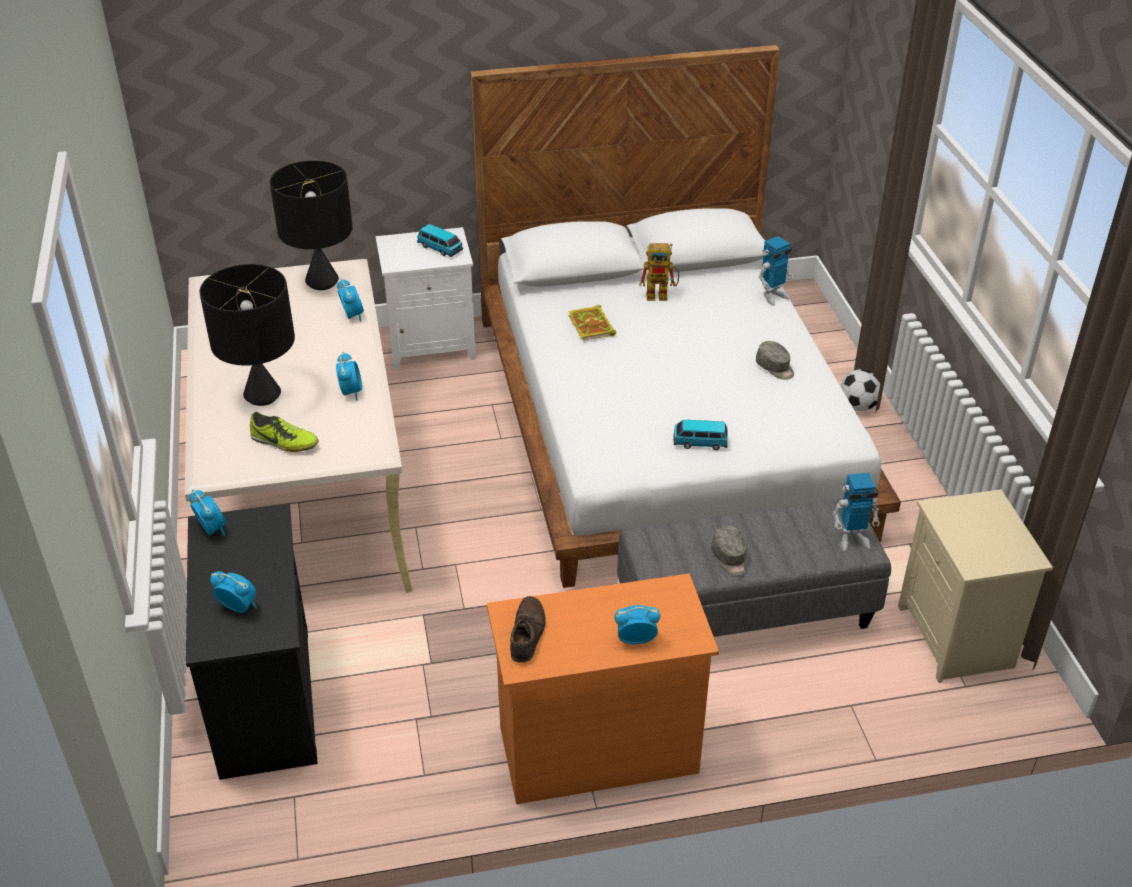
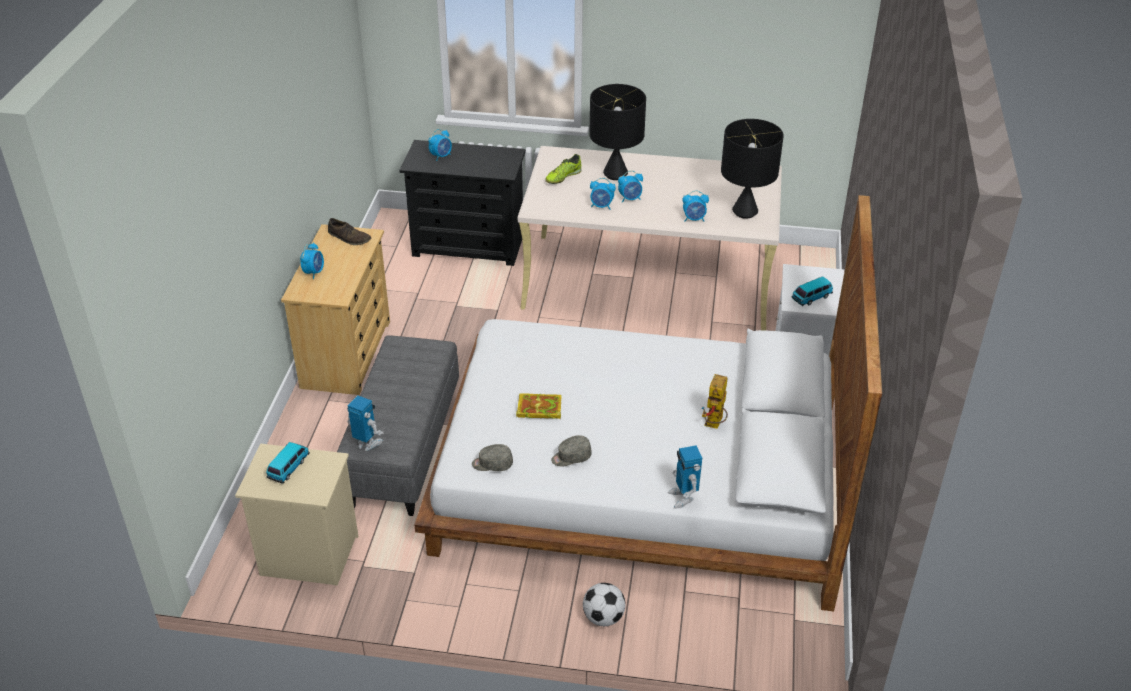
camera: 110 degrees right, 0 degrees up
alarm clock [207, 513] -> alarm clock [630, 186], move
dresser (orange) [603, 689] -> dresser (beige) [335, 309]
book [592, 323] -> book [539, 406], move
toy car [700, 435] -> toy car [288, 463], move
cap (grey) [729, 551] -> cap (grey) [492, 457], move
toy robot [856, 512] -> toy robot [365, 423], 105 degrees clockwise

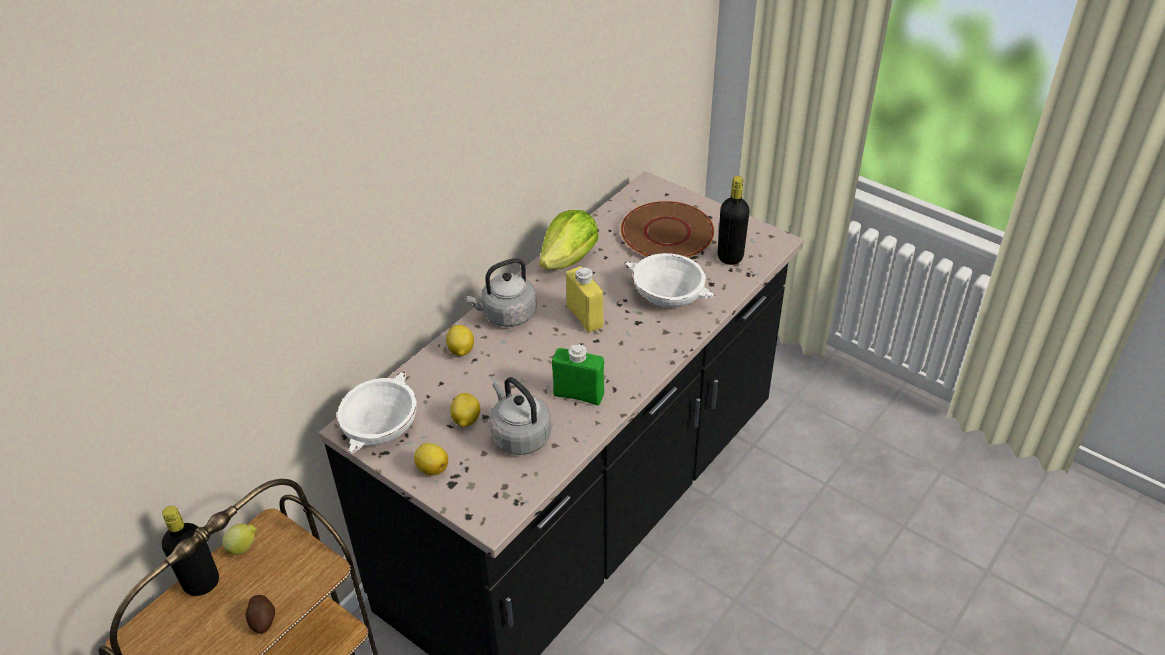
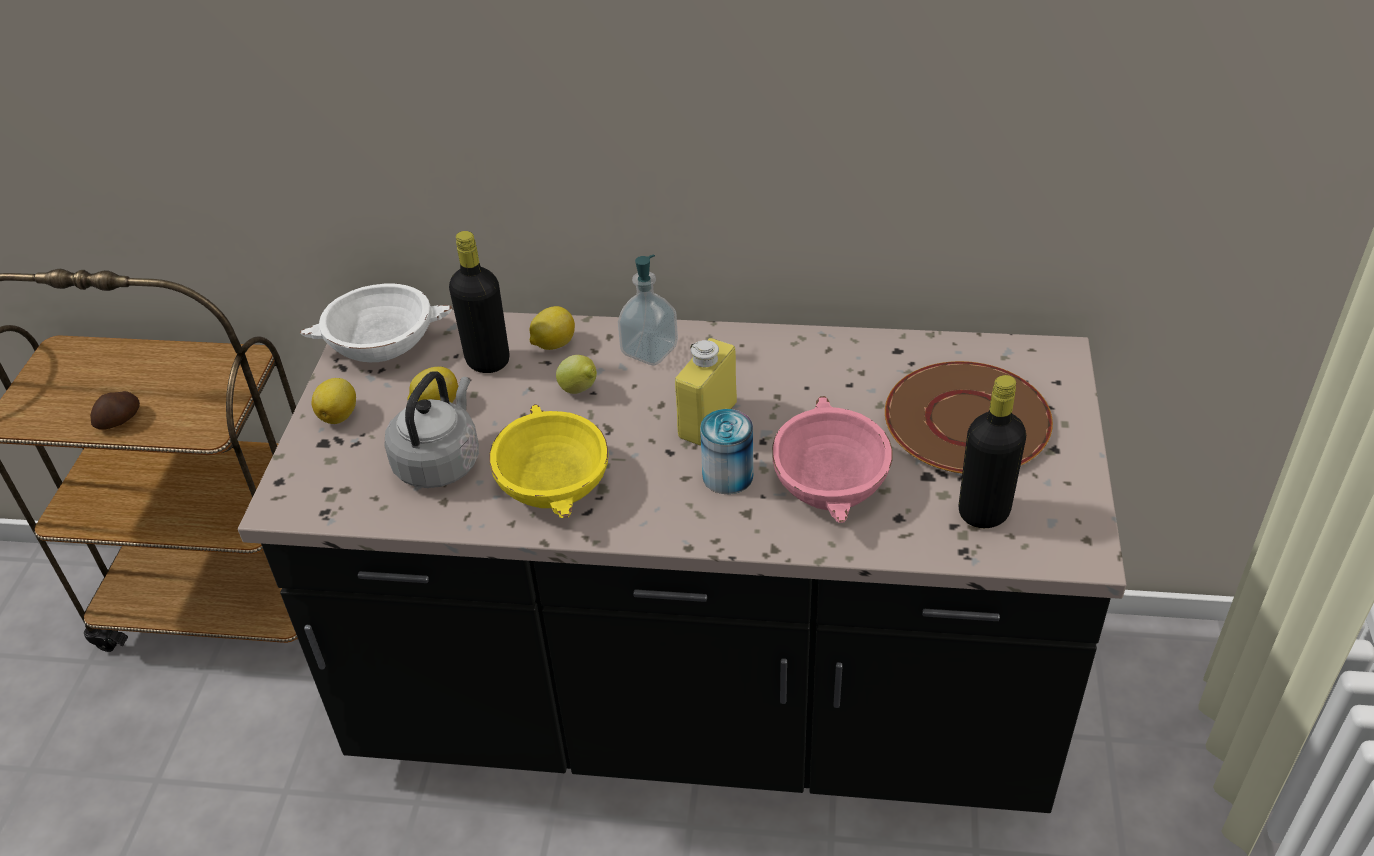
camera: 60 degrees right, 0 degrees up
bottle (black) [190, 551] -> bottle (black) [479, 302], move
lemon [239, 539] -> lemon [576, 374], move
kettle (grey) [500, 292] -> soap dispenser [648, 310]
lettuce [568, 240] -> none
bottle (green) [578, 374] -> bowl (yellow) [548, 461]
bowl (white) [669, 280] -> bowl (pink) [832, 459]
none -> can [726, 451]

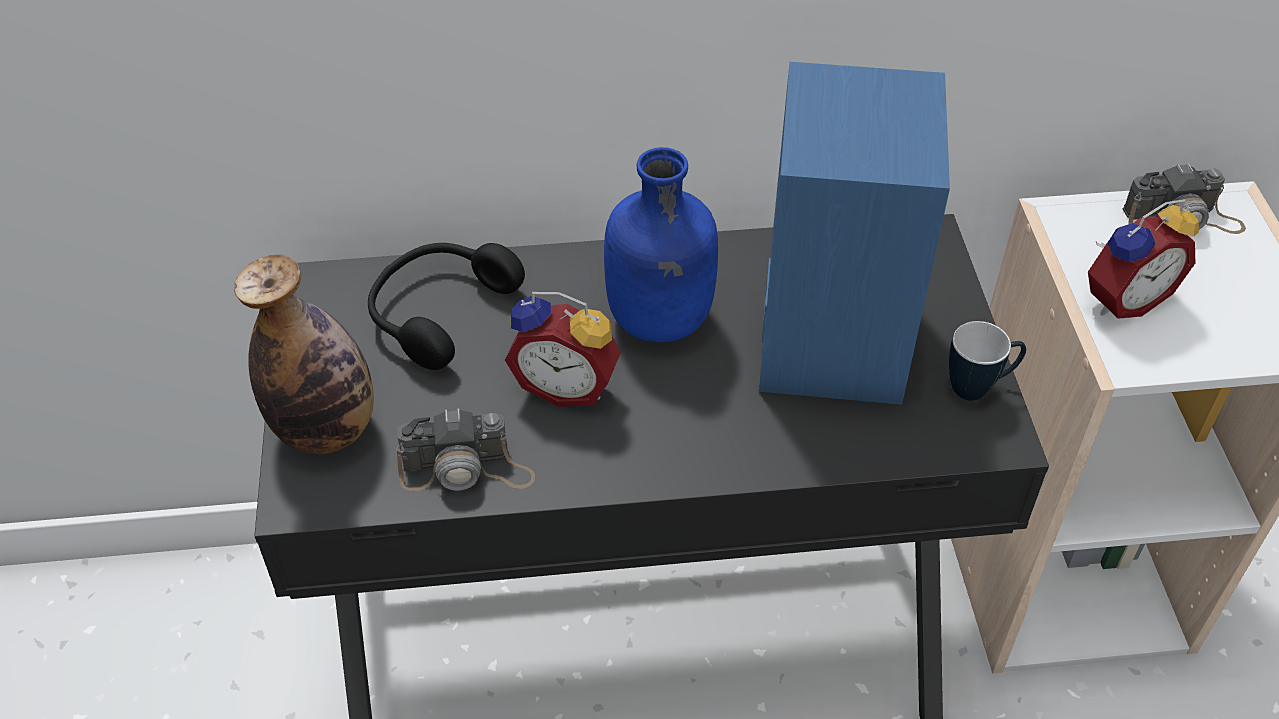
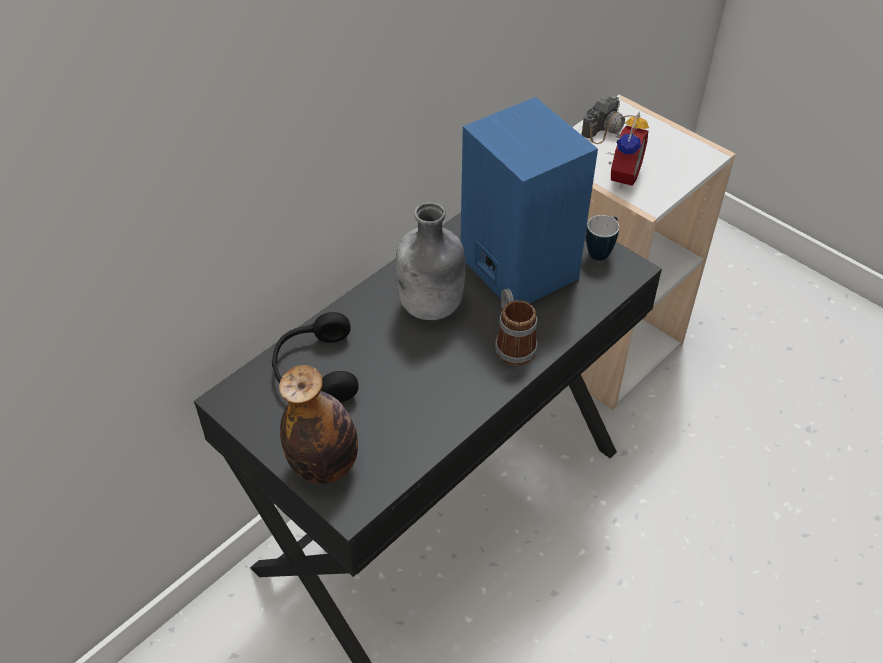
camera: 40 degrees left, 0 degrees up
photo camera [465, 449] -> none
alarm clock [563, 349] -> none
bottle (blue) [661, 245] -> bottle (grey) [430, 261]
none -> mug [516, 327]

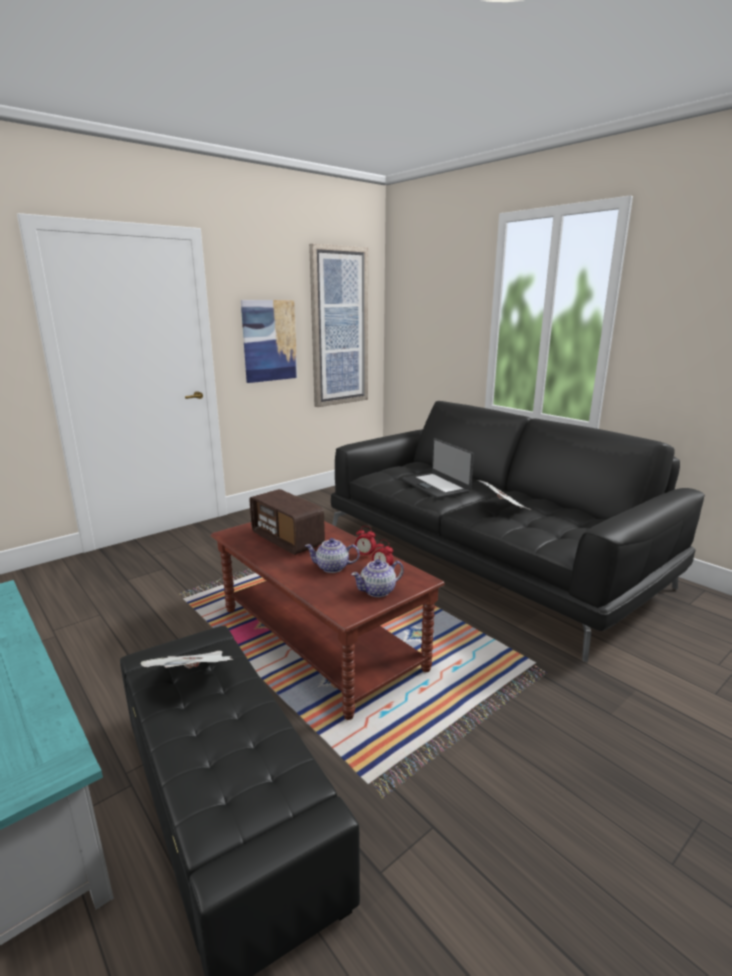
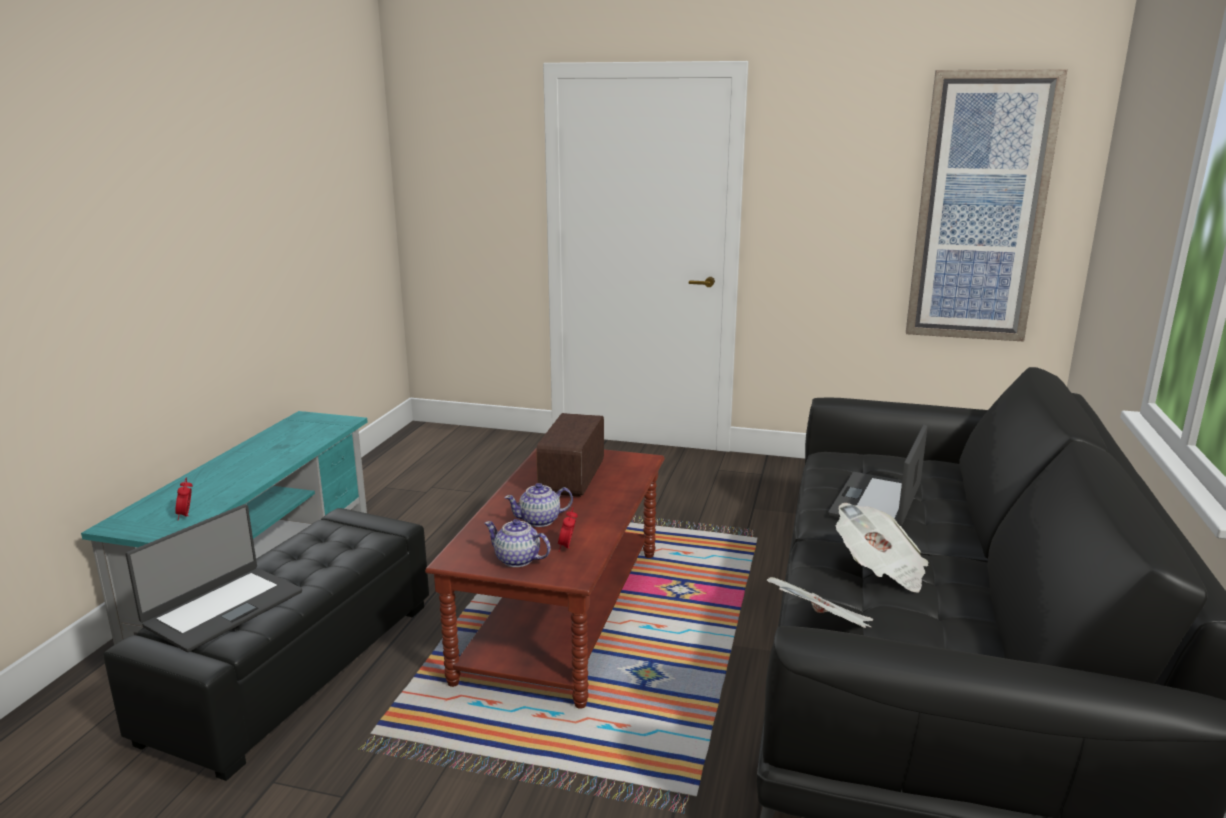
camera: 55 degrees right, 0 degrees up
newspaper [187, 660] -> newspaper [820, 602], move
picture [269, 341] -> none
teapot [332, 555] -> teapot [538, 505], 75 degrees counterclockwise
alarm clock [365, 542] -> alarm clock [183, 499], move
none -> laptop [214, 578]

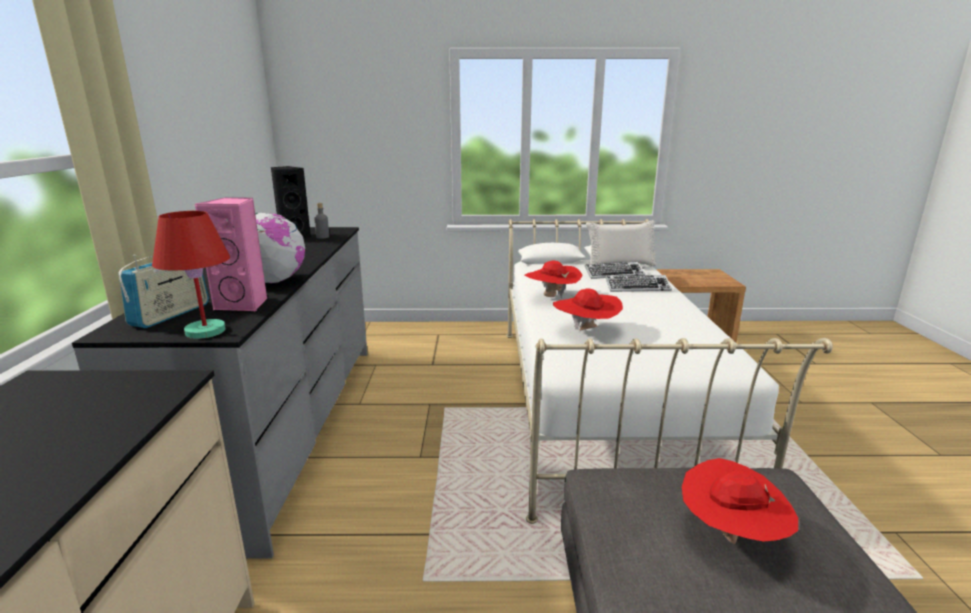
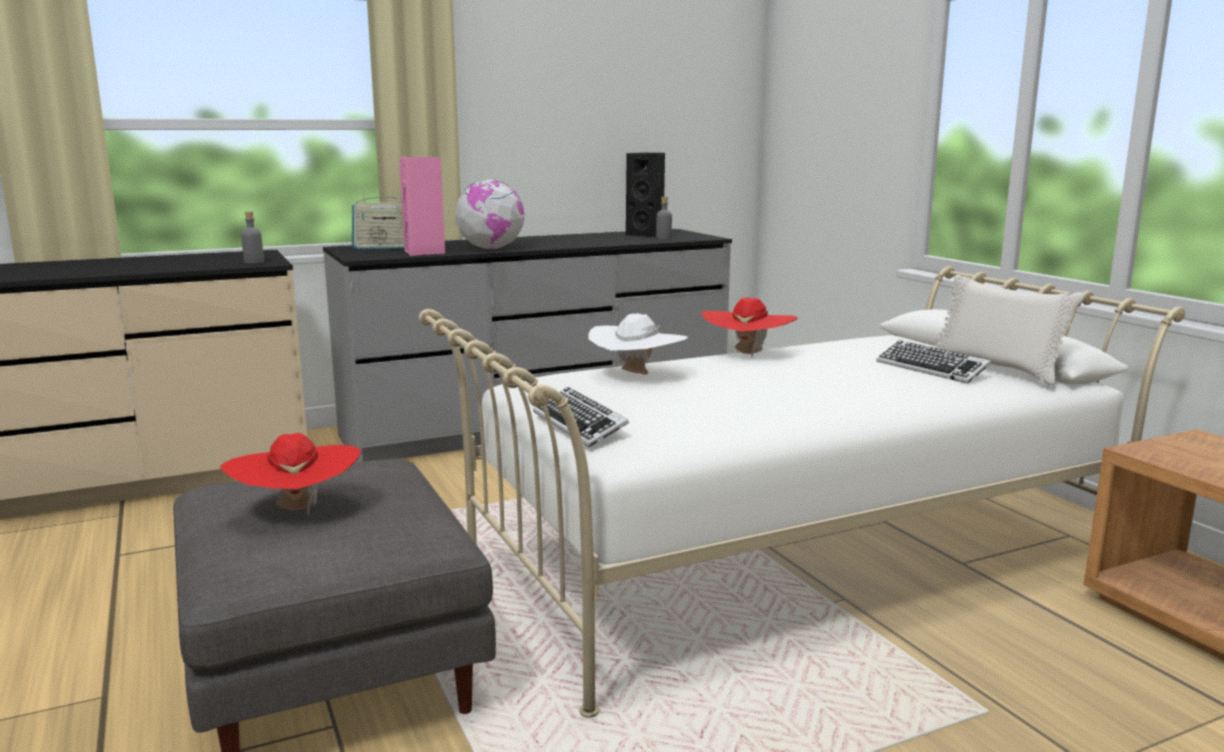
camera: 65 degrees right, 5 degrees down
table lamp (red) [191, 275] -> none
hat (red) [588, 309] -> hat (white) [638, 344]
keyboard [638, 283] -> keyboard [581, 417], move
none -> bottle (grey) [252, 237]

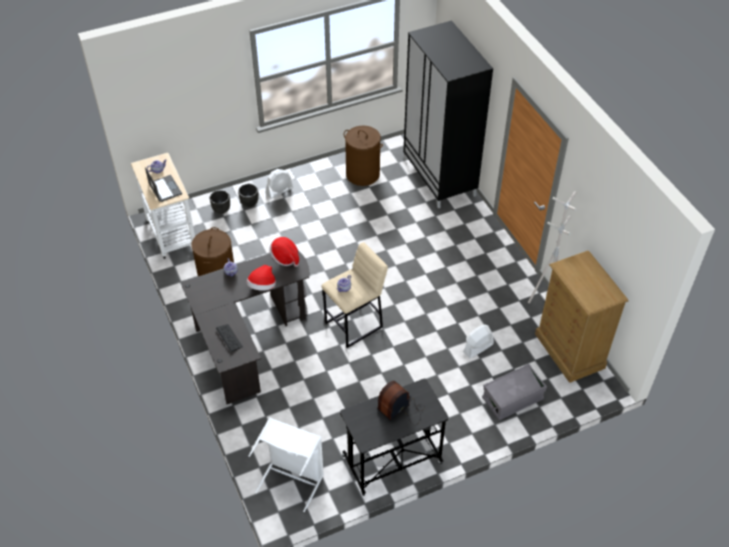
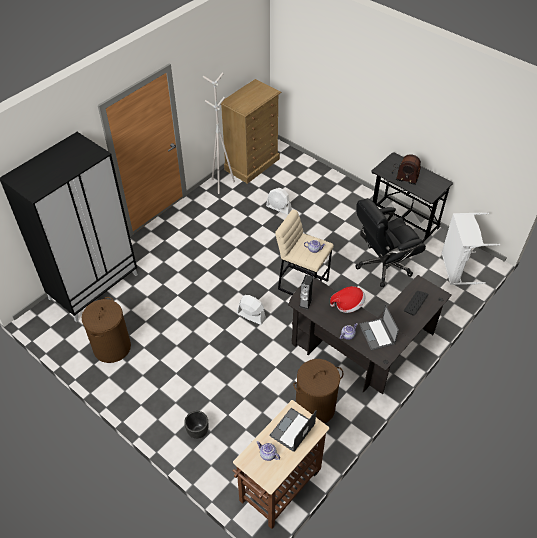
camera: 115 degrees left, 0 degrees up
cart (white) [163, 206] -> cart (brown) [281, 464]
planter (black) [220, 202] -> none
fan (white) [279, 184] -> fan (white) [251, 310], move
hat [284, 252] -> speaker [306, 292]
storage box (grey) [514, 392] -> none
none -> office chair (black) [390, 242]
none -> laptop [379, 327]

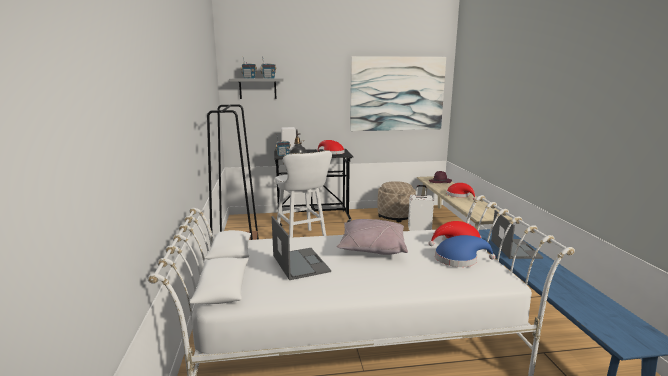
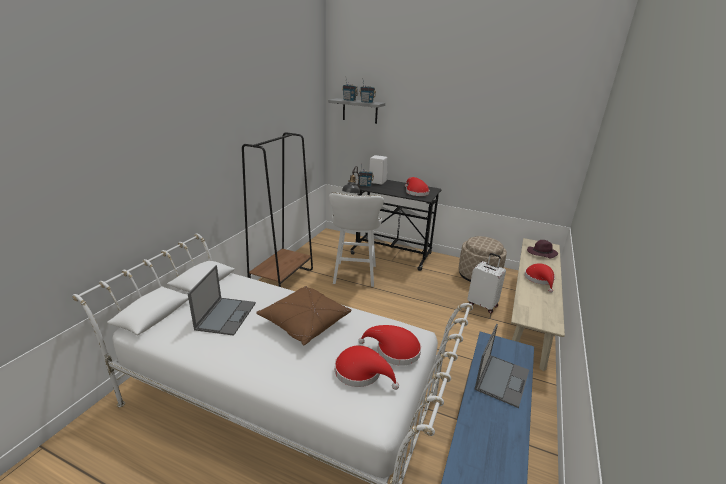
camera: 30 degrees right, 10 degrees up
pillow (purple) [372, 237] -> pillow (brown) [303, 315]
picture [398, 93] -> none
hat (blue) [465, 251] -> hat (red) [367, 367]

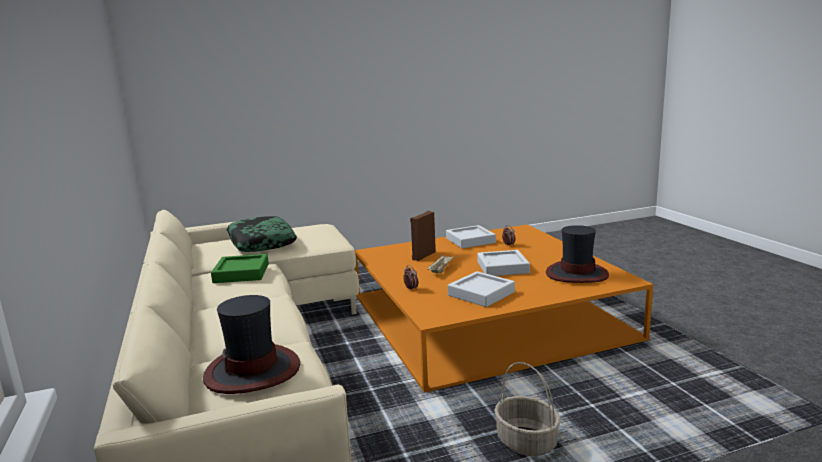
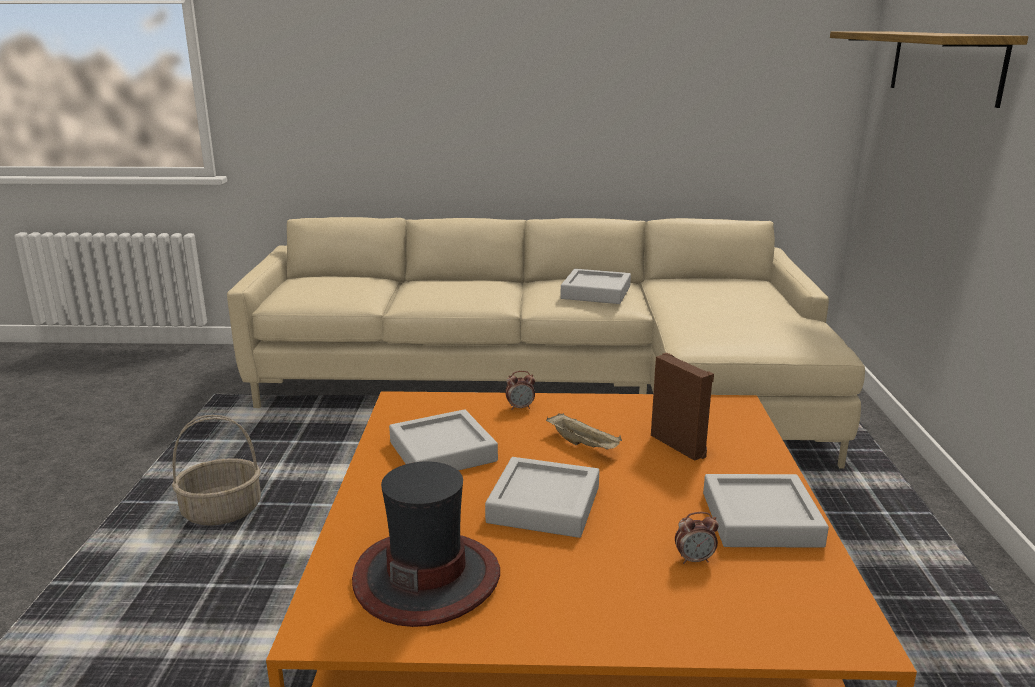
camera: 110 degrees right, 5 degrees up
hat [251, 344] -> none
tray (green) [240, 268] -> tray (grey) [595, 286]
pillow [262, 234] -> none
none -> shelf [929, 70]

